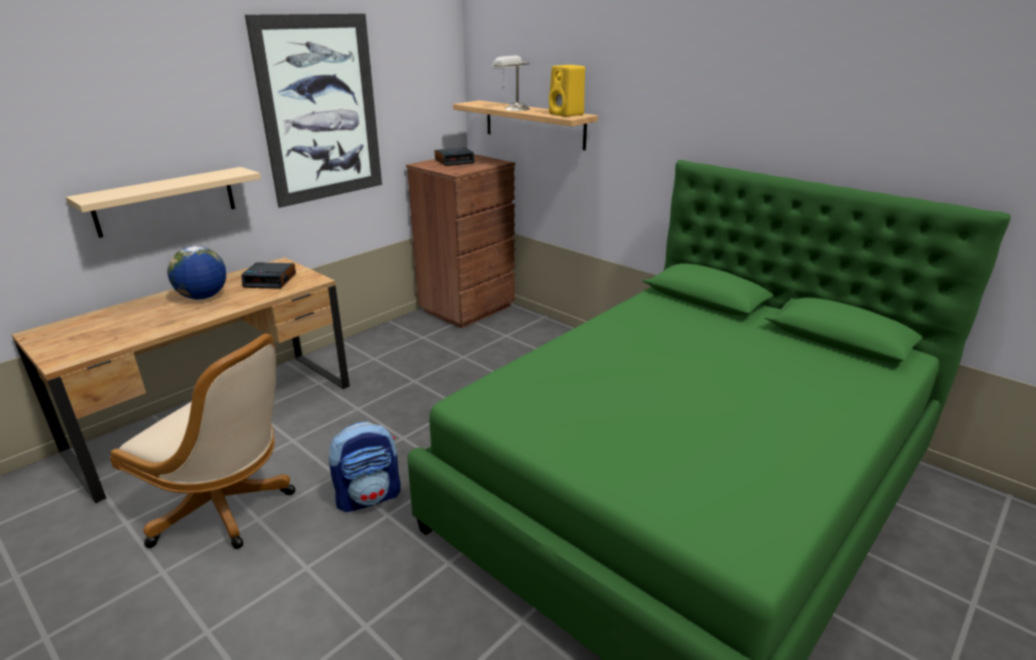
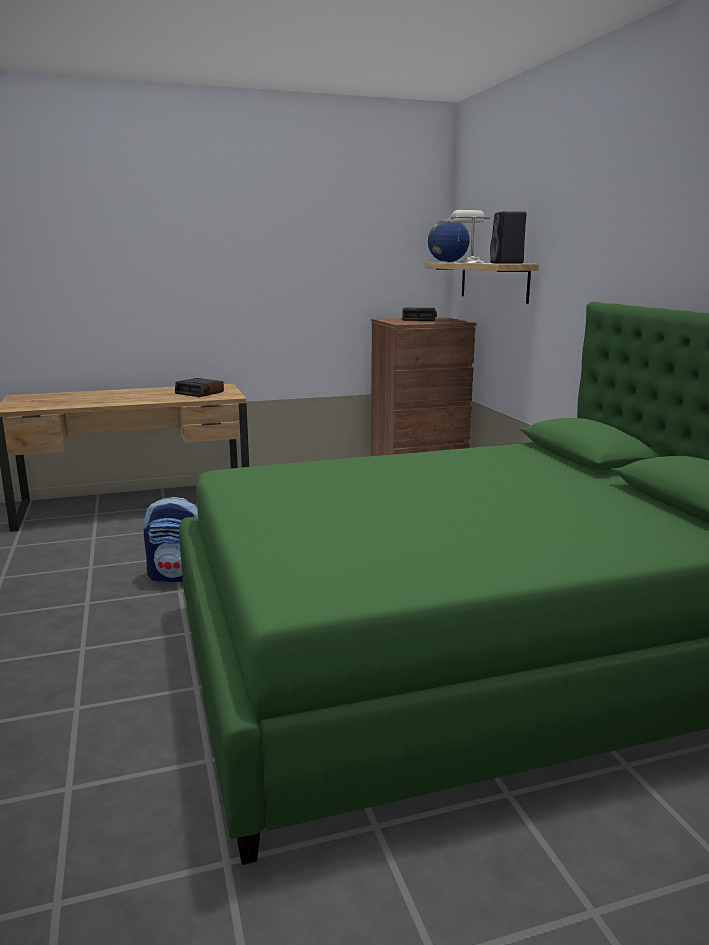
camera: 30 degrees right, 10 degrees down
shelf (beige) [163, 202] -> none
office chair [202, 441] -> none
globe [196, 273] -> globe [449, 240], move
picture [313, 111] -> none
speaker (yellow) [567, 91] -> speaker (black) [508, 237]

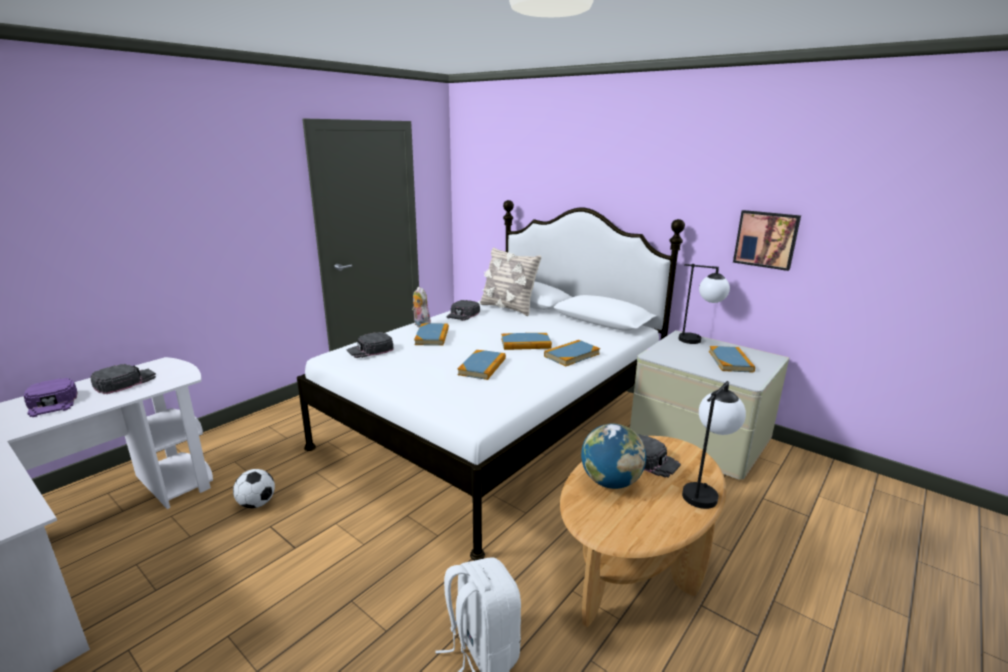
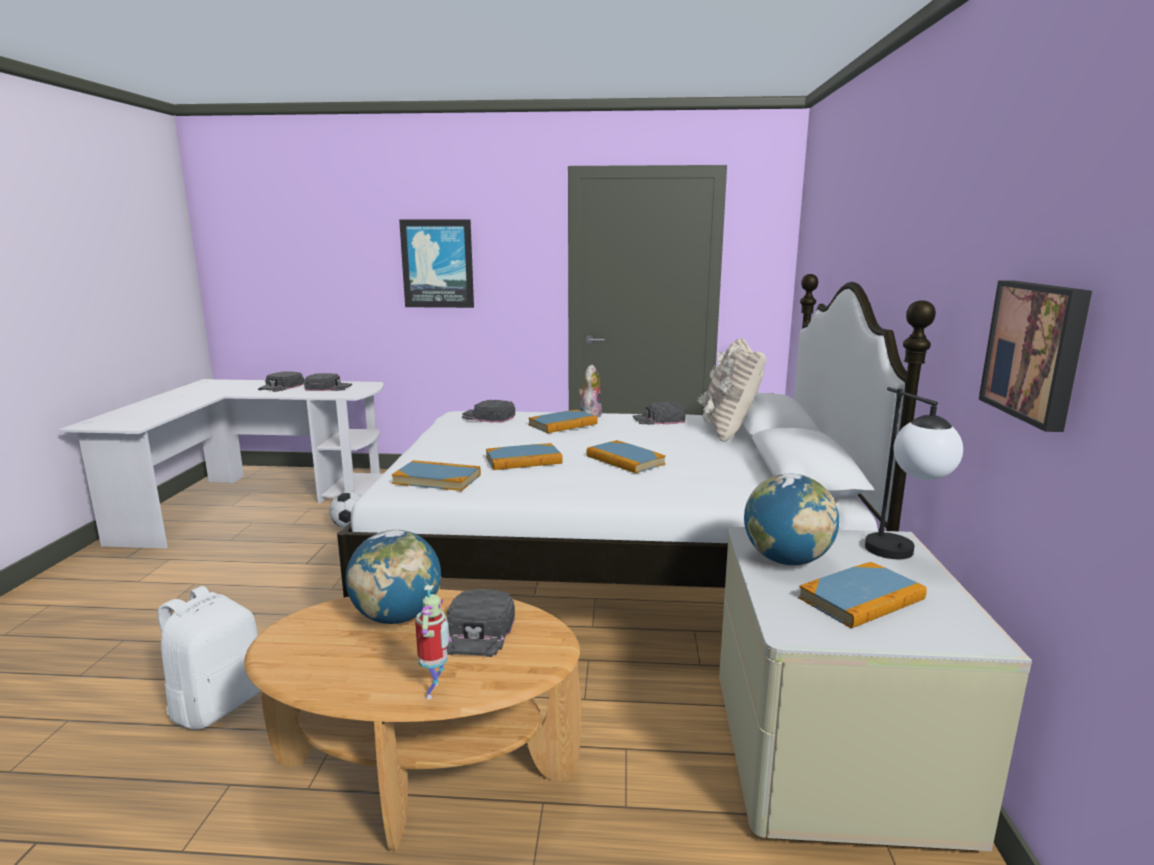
camera: 55 degrees right, 5 degrees down
cap (purple) [51, 397] -> cap (black) [281, 381]
book [572, 353] -> book [436, 475], move
table lamp [714, 445] -> toy robot [433, 642]
none -> picture [436, 263]
none -> globe [791, 519]

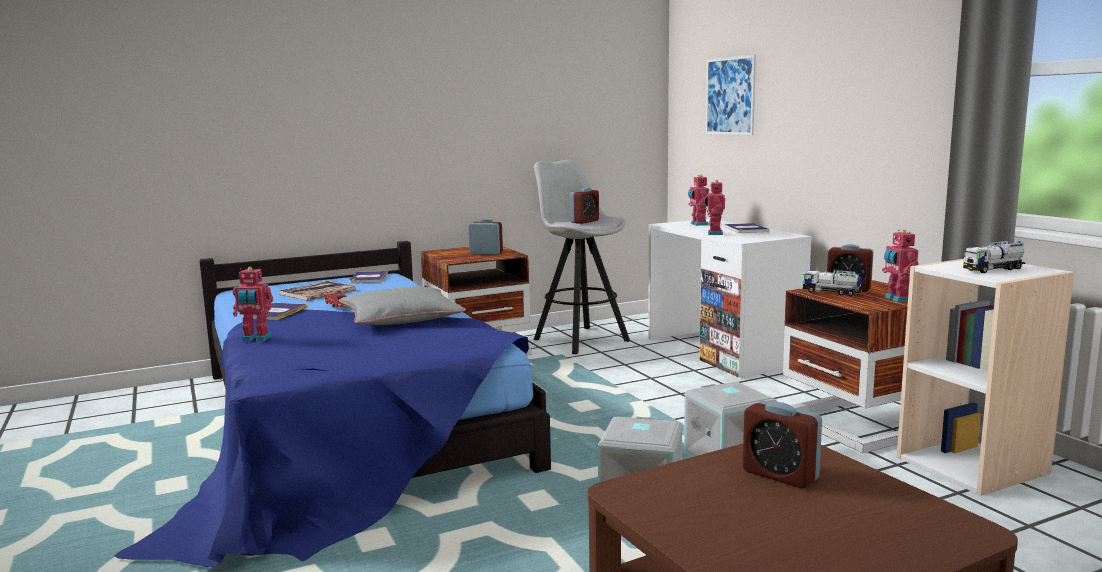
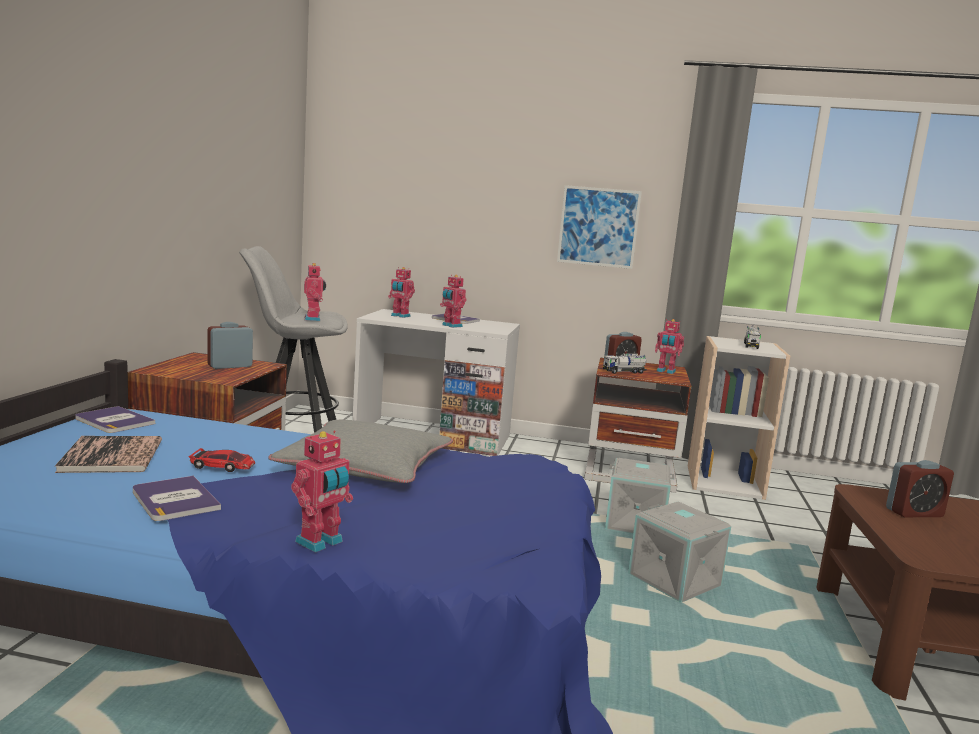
camera: 55 degrees left, 0 degrees up
alarm clock [584, 206] -> toy robot [315, 292]
picture [731, 95] -> picture [599, 227], move

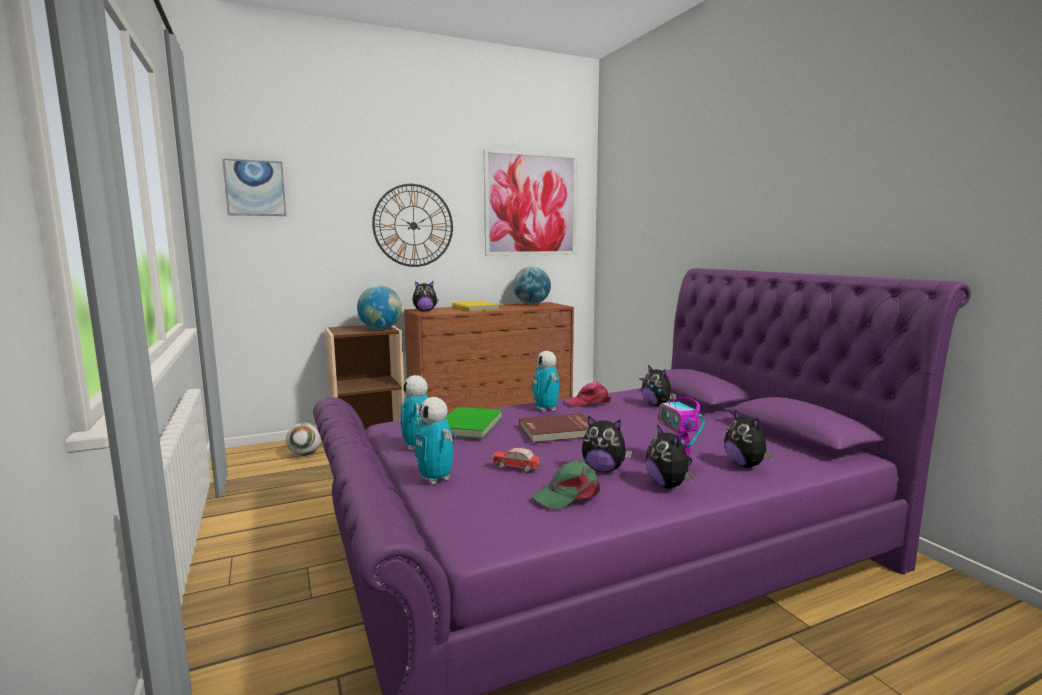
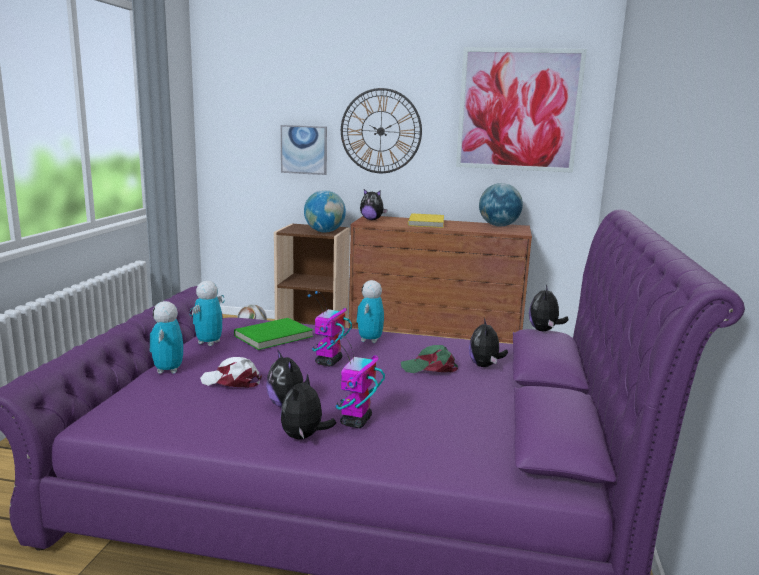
camera: 35 degrees right, 5 degrees up
picture [254, 187] -> picture [304, 150], move
toy car [516, 460] -> cap (white) [231, 372]
book (red) [554, 428] -> toy robot [330, 328]
cap (green) [565, 485] -> cap (green) [429, 359], move
cap (pink) [588, 394] -> none
plush toy [749, 438] -> plush toy [548, 308], move

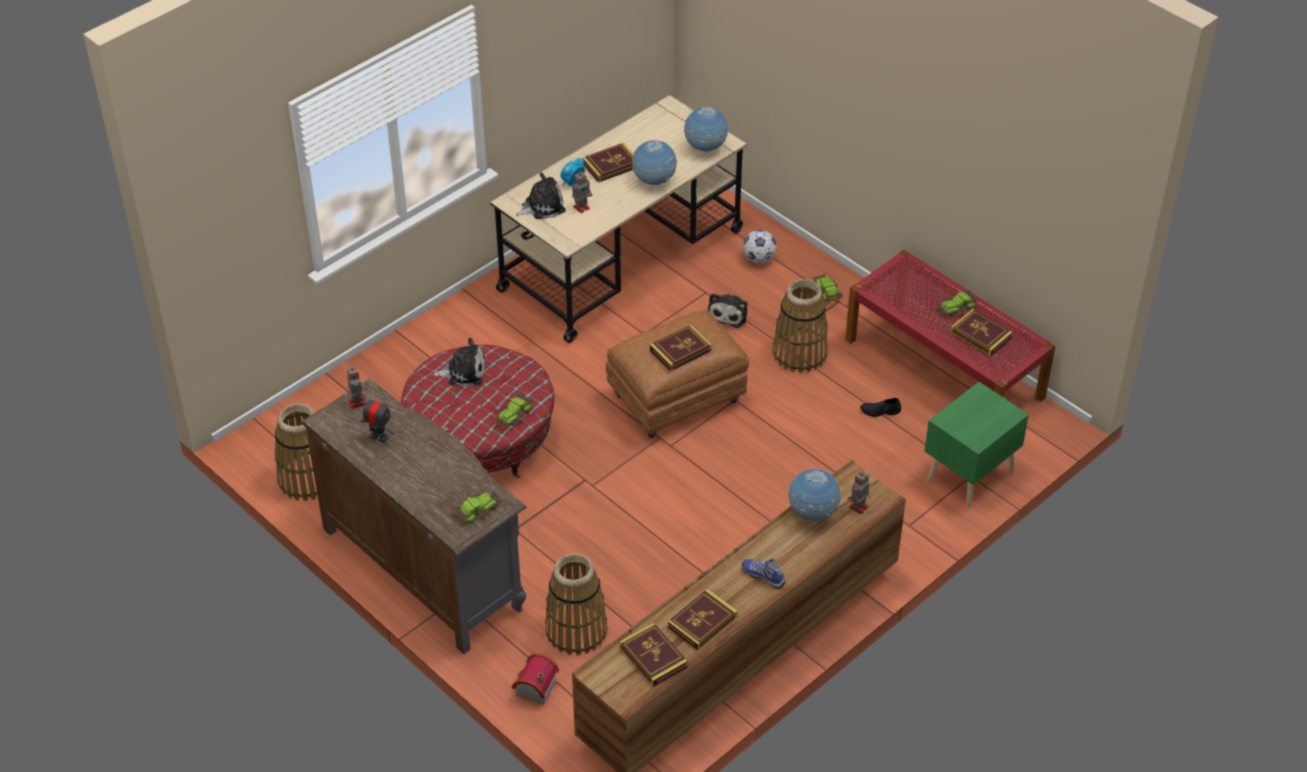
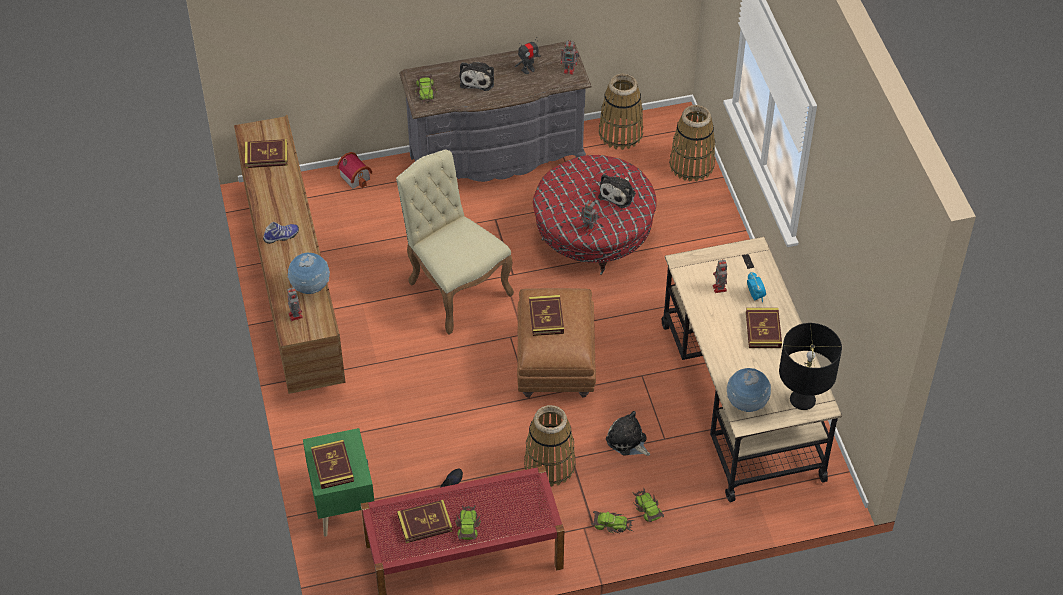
camera: 120 degrees right, 5 degrees up
toy car [513, 411] -> toy car [648, 504], move
plush toy [541, 195] -> plush toy [476, 76], move
basket [576, 604] -> basket [692, 143], move
globe [654, 162] -> none
book [703, 619] -> book [332, 464], move
football [760, 247] -> none
none -> chair (beige) [455, 242]
none -> toy robot [590, 217]
none -> table lamp (black) [810, 366]

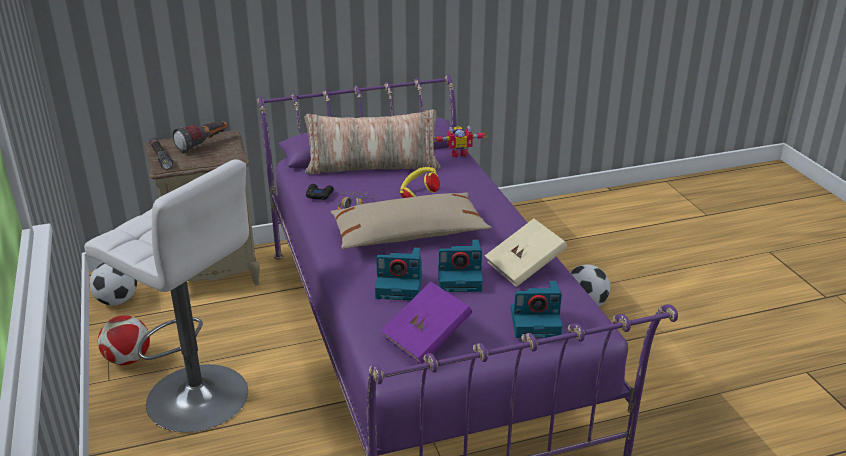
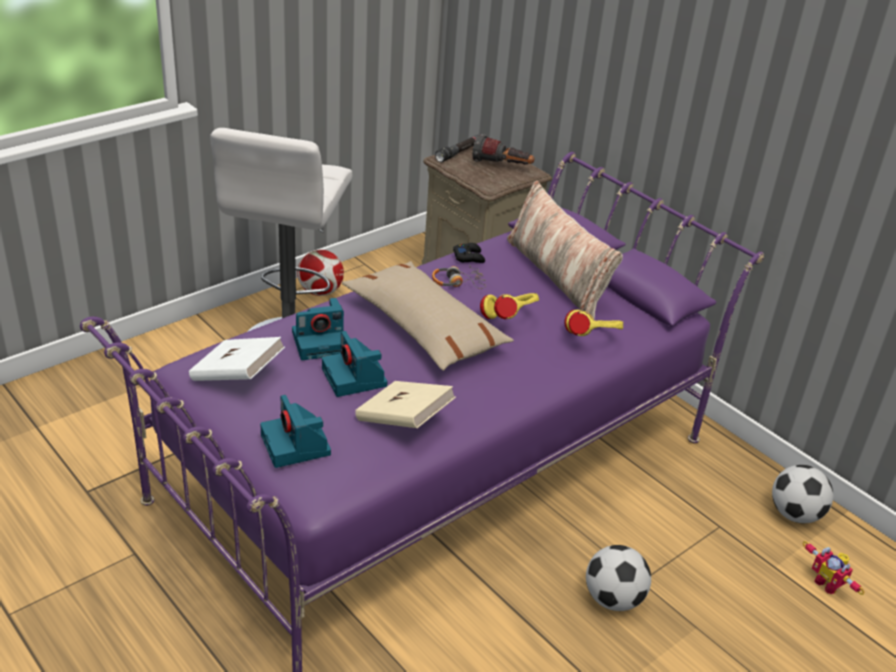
camera: 65 degrees right, 5 degrees up
football [113, 284] -> football [802, 494], move
photo camera [398, 274] -> photo camera [318, 329], 90 degrees counterclockwise
book (purple) [426, 322] -> book (white) [237, 359]
toy robot [461, 141] -> toy robot [833, 568], move
none -> headphones (yellow) [593, 323]

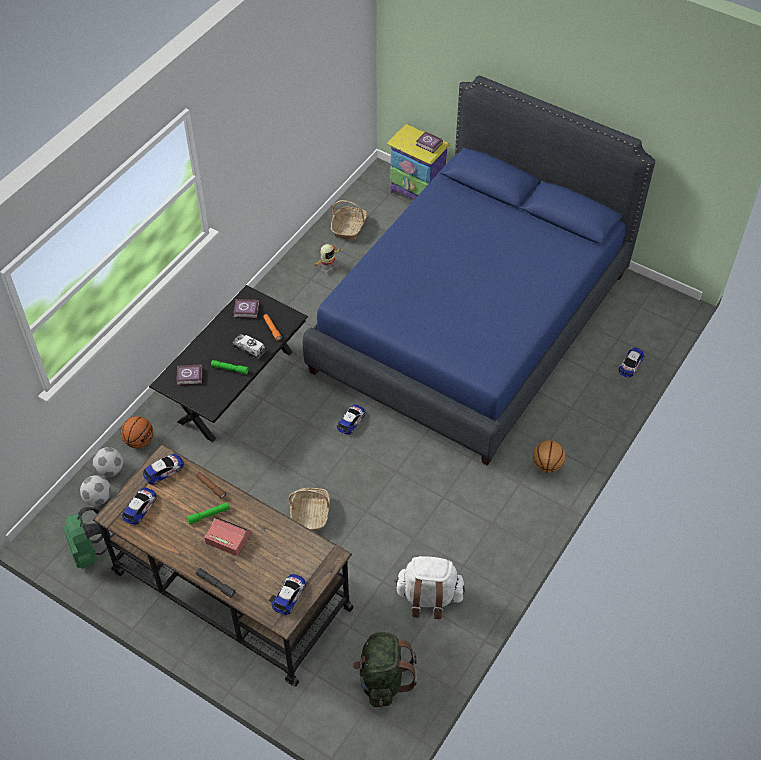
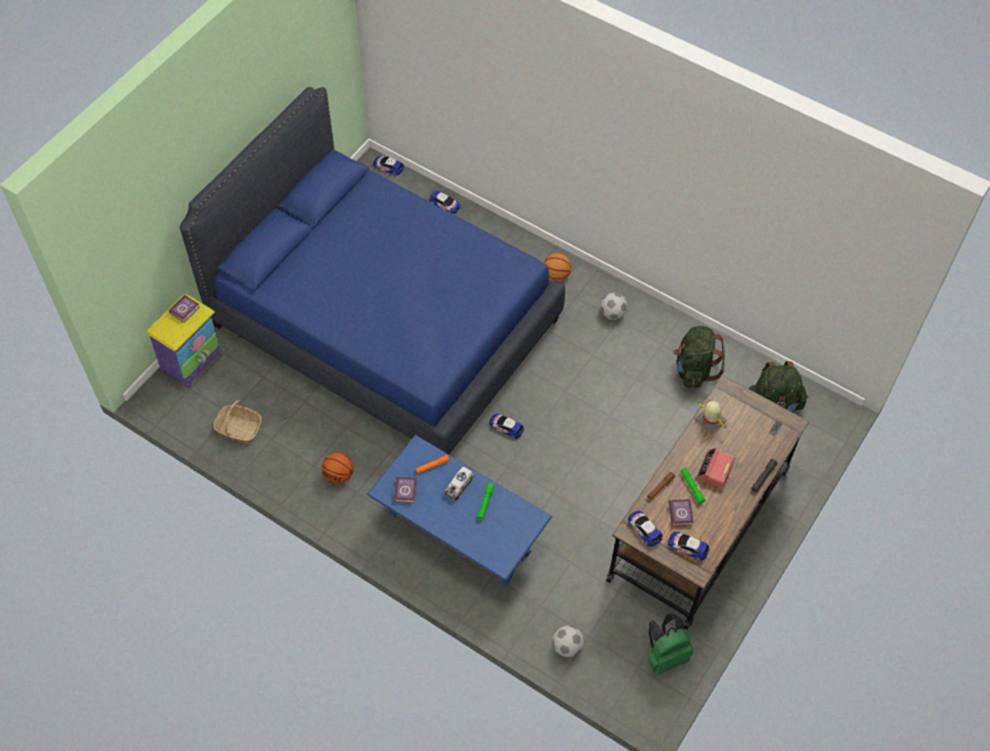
camera: 90 degrees left, 5 degrees up
football [95, 490] -> football [613, 306], move
basketball [137, 432] -> basketball [338, 468], move
coffee table (black) [228, 363] -> coffee table (blue) [459, 511]
book [189, 374] -> book [681, 513], move
toy car [289, 594] -> toy car [388, 166], move
basket [309, 509] -> none
toy robot [328, 259] -> toy robot [711, 417], move
backpack (white) [429, 587] -> backpack (green) [699, 357]

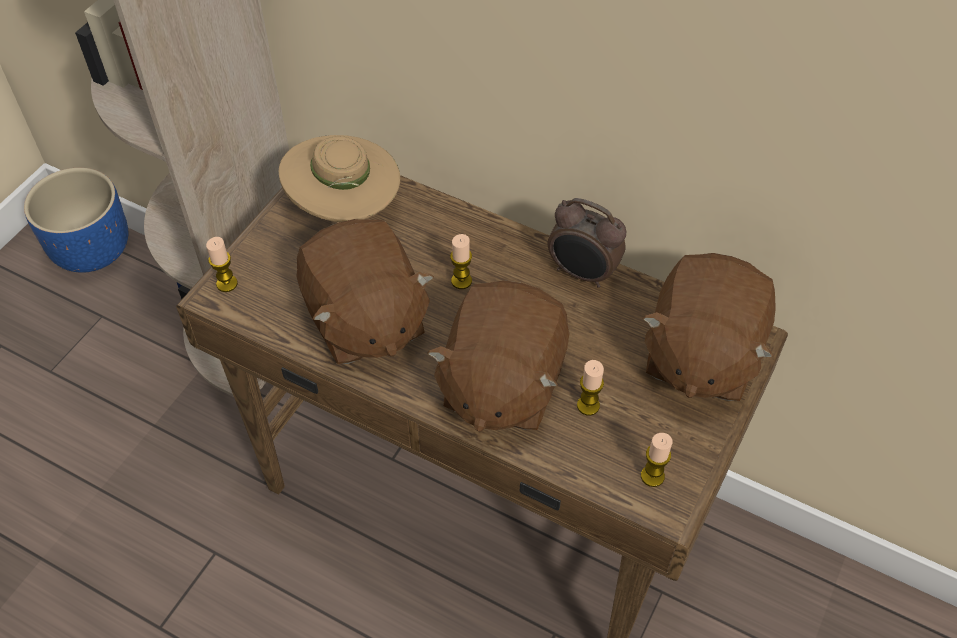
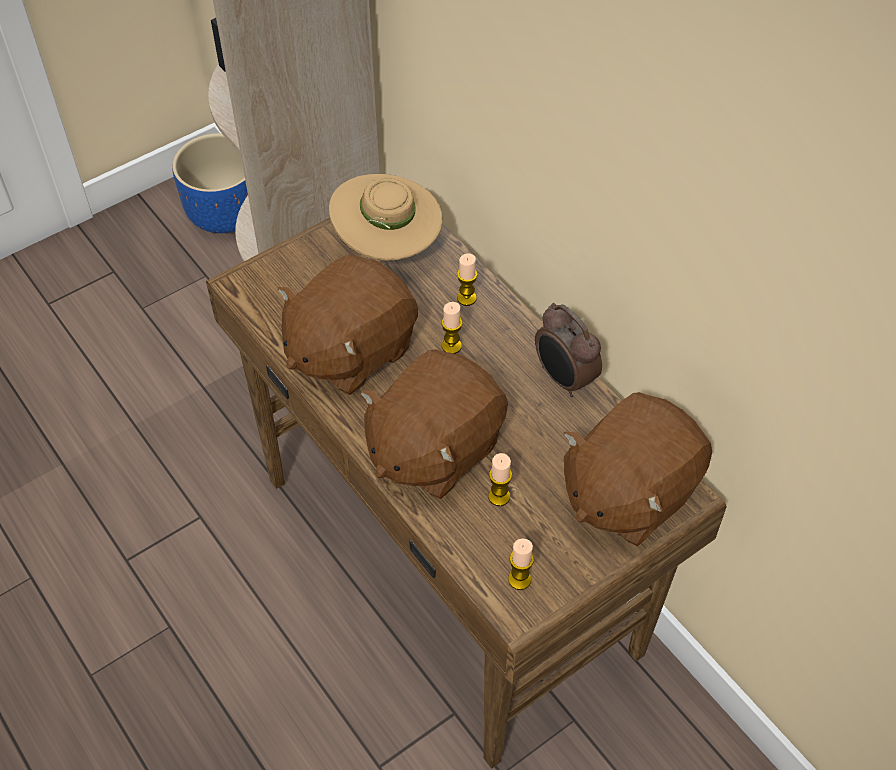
camera: 25 degrees right, 0 degrees up
candle [222, 264] -> candle [467, 279], move
plush toy (brown) [365, 291] -> plush toy (brown) [348, 325], 45 degrees clockwise

